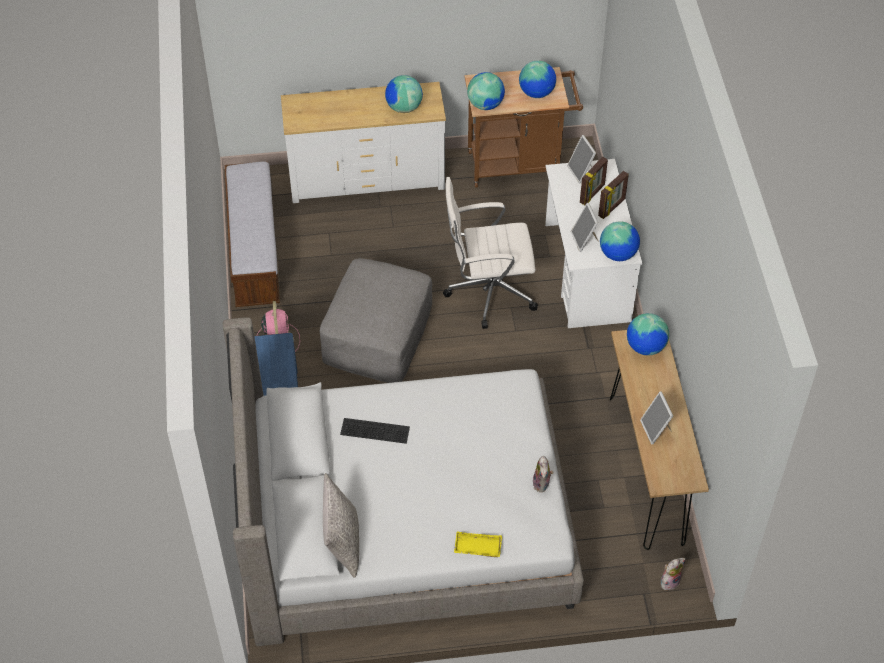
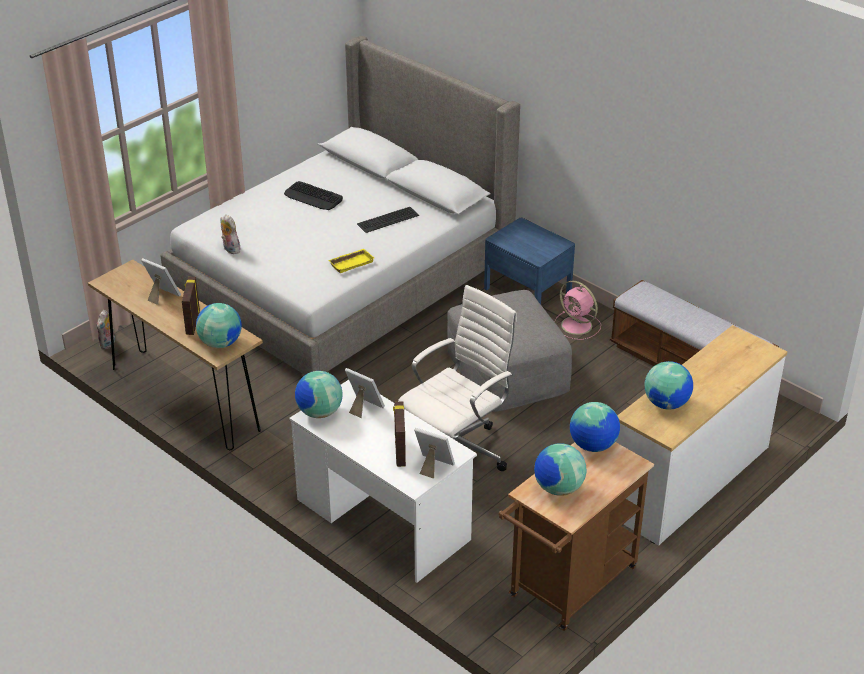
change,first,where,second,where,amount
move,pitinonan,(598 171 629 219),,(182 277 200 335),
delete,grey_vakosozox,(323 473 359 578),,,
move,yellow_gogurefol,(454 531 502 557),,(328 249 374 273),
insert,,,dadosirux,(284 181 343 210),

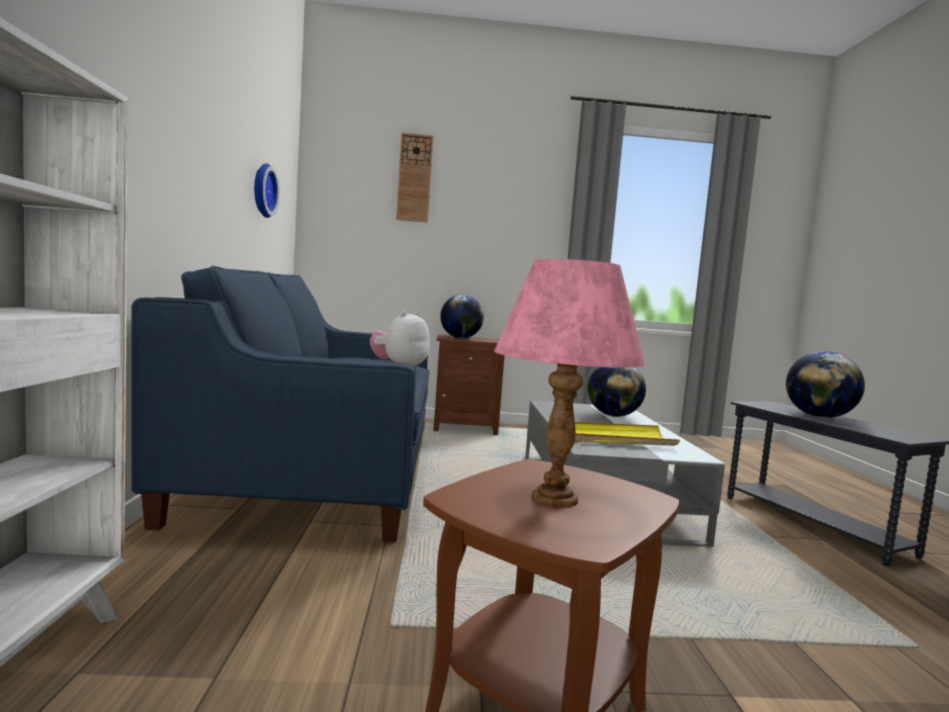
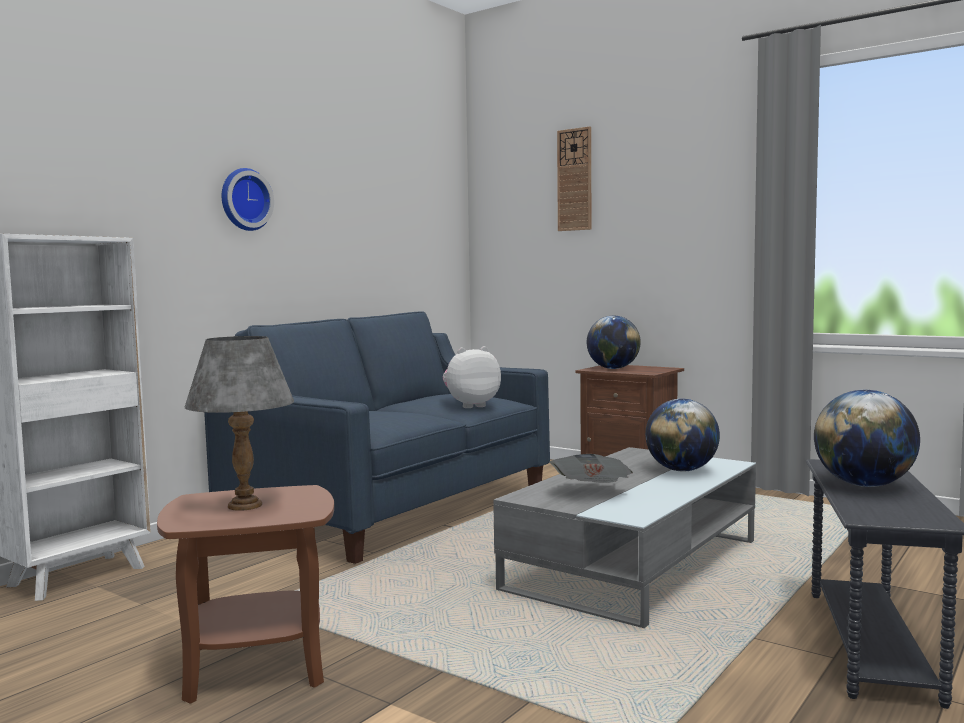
change,first,where,second,where,amount
move,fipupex,(254 163 279 218),,(222 168 274 231),
recolor,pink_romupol,(494 259 645 507),grey_romupol,(185 336 294 511),
replace,yellow_gogurefol,(574 422 680 446),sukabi,(549 454 633 483),

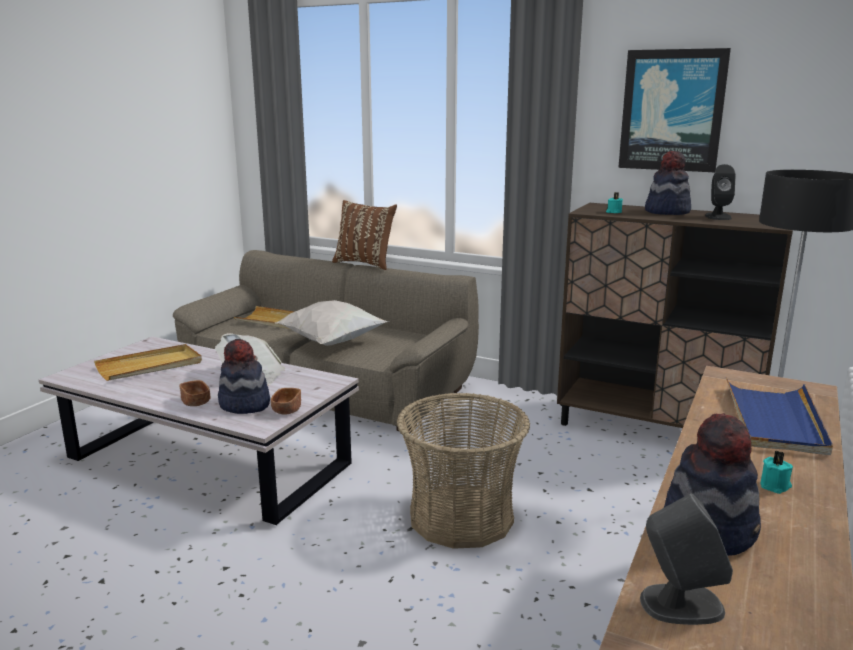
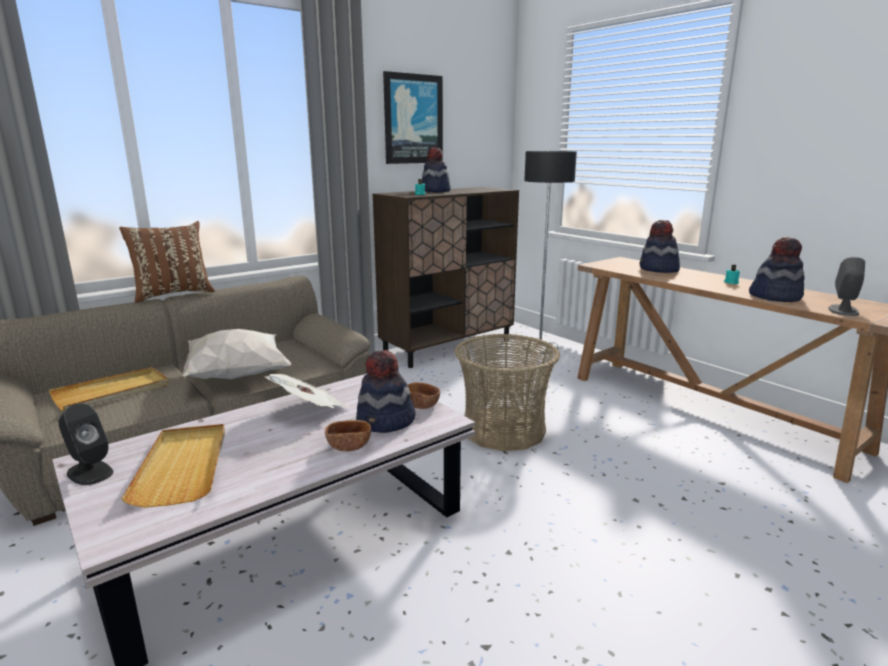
change,first,where,second,where,amount
move,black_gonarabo,(705 164 736 220),,(59 403 113 485),
replace,blue_gogurefol,(726 377 833 455),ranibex,(640 220 680 273),

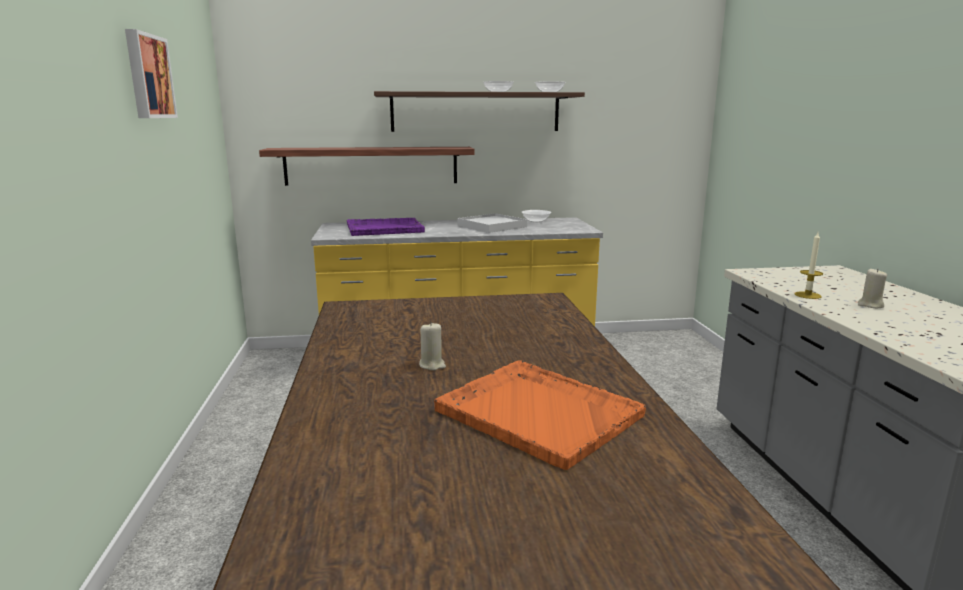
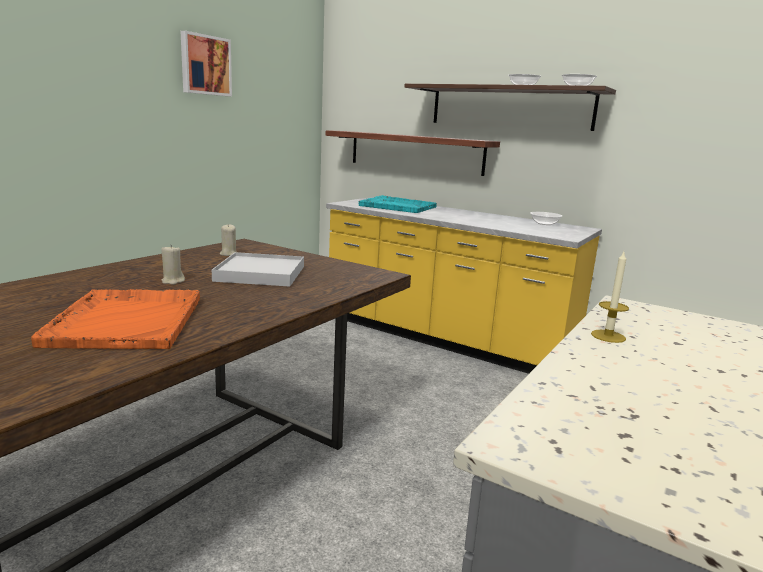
change,first,where,second,where,amount
move,white_gogurefol,(458 213 527 233),,(212 252 304 287),
recolor,purple_gogurefol,(347 218 425 236),turquoise_gogurefol,(358 195 437 213),
move,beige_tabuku,(858 268 887 308),,(220 225 237 256),

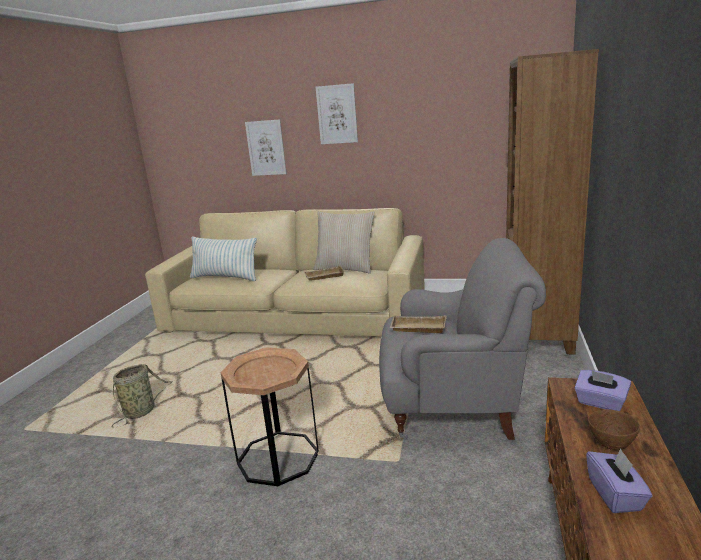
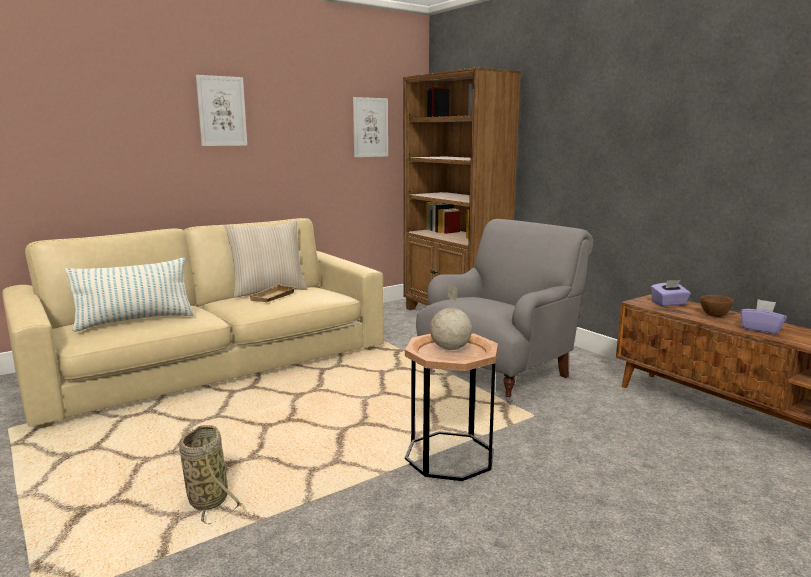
change,first,where,second,where,amount
move,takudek,(245 119 287 176),,(353 97 388 157),
delete,beige_gogurefol,(389 315 447 333),,,
insert,,,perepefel,(430 284 472 350),

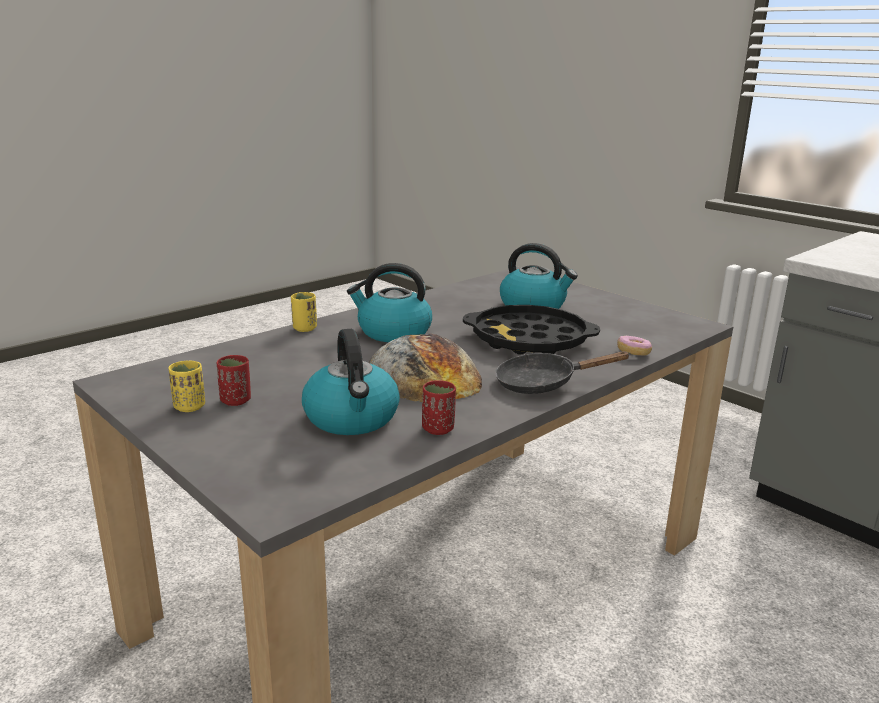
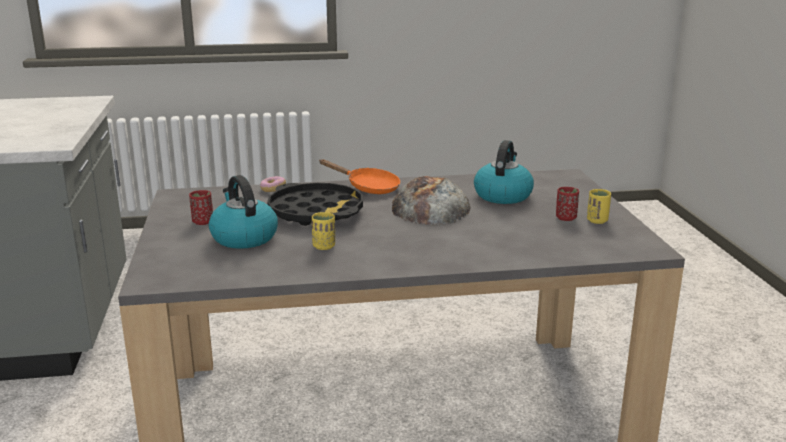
change,first,where,second,where,amount
delete,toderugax,(347 263 432 342),,,
move,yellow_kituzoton,(291 292 317 332),,(312 212 335 250),
recolor,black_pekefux,(495 351 631 394),orange_pekefux,(320 159 400 194),
move,red_kituzoton,(422 380 456 435),,(189 190 213 225),

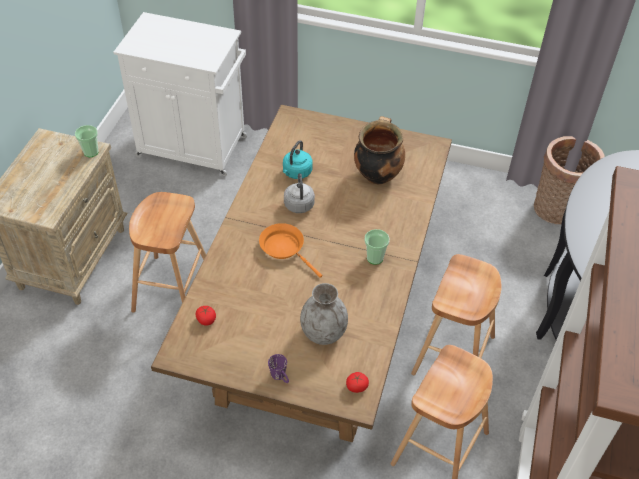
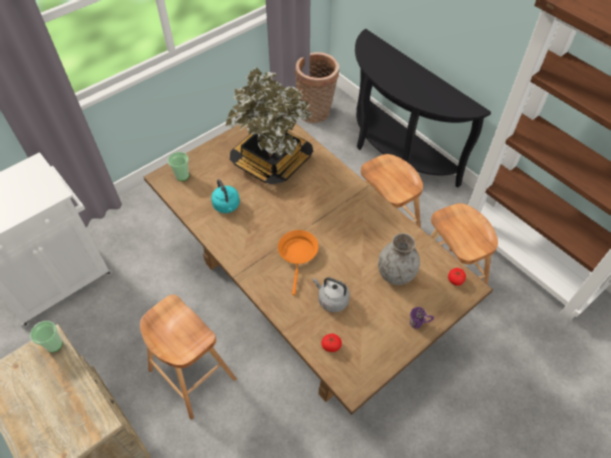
change,first,where,second,where,amount
replace,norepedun,(354 116 405 185),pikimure,(226 67 313 185),
move,grey_toderugax,(284 173 315 213),,(313 277 350 312),
rotate,orange_pekefux,(259 223 322 278),,(278 230 318 295),105 degrees clockwise
move,kituzoton,(364 229 390 265),,(168 152 189 181),

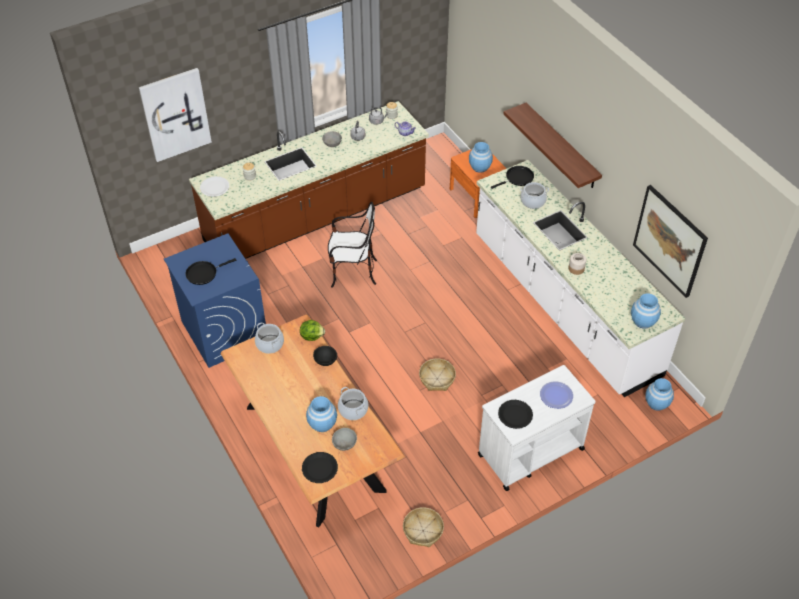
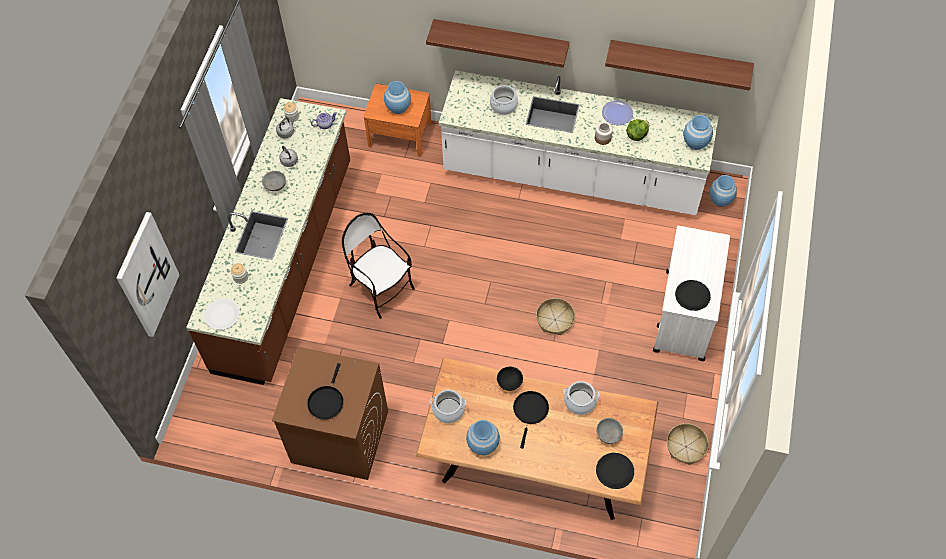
change,first,where,second,where,amount
move,black_pekefux,(491 166 534 189),,(513 391 549 449),
replace,takudek,(633 185 708 298),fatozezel,(605 40 754 91),
rotate,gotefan,(328 202 377 288),,(342 213 415 319),90 degrees counterclockwise
recolor,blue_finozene,(164 233 266 368),brown_finozene,(272 347 388 480),
move,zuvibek,(300 320 325 341),,(626 119 649 141),
move,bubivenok,(540 381 573 409),,(602 100 633 125),
move,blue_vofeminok,(306 396 337 432),,(466 420 500 455),

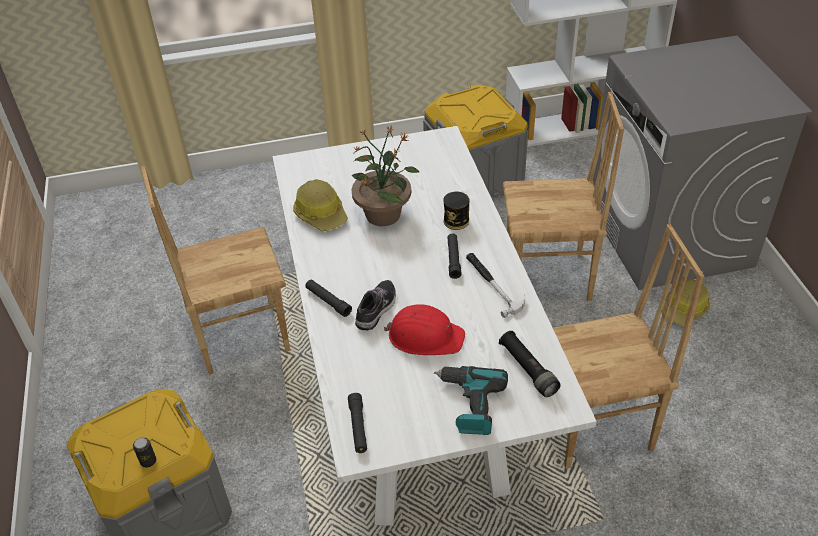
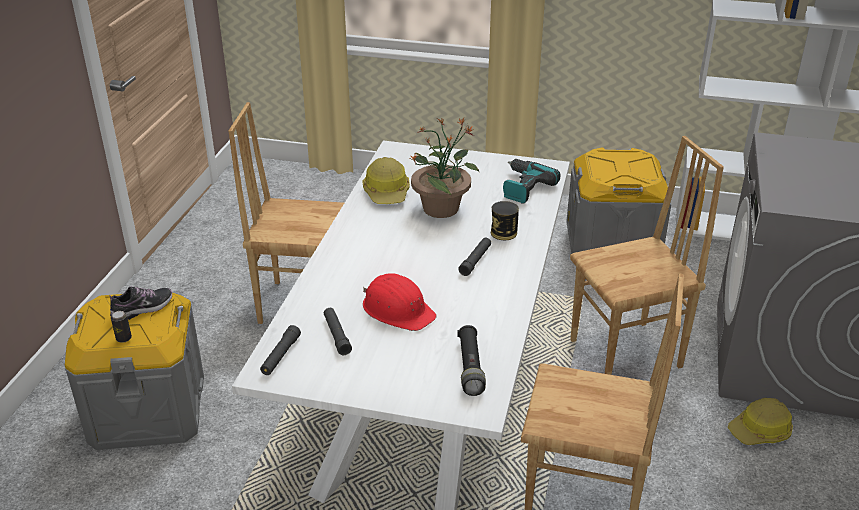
change,first,where,second,where,amount
rotate,brown_gotefan,(503 92 624 301),,(570 136 724 375),45 degrees counterclockwise
delete,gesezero,(466 253 525 318),,,
move,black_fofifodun,(306 280 352 317),,(324 308 352 355),
move,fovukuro,(355 280 396 331),,(110 287 172 320),
move,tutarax,(434 366 508 435),,(503 159 560 203),

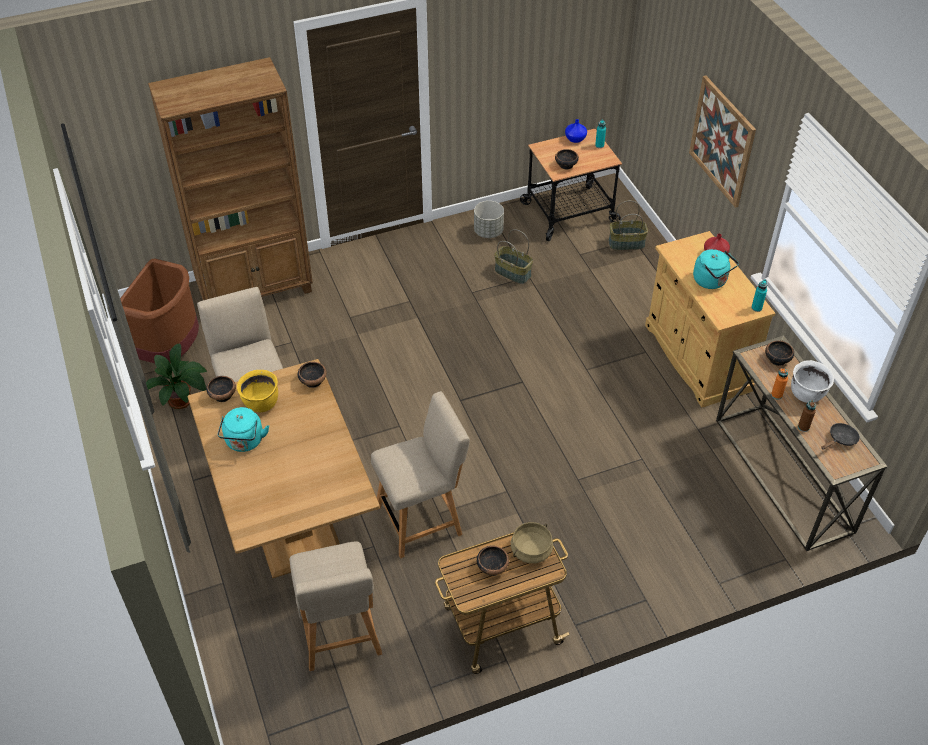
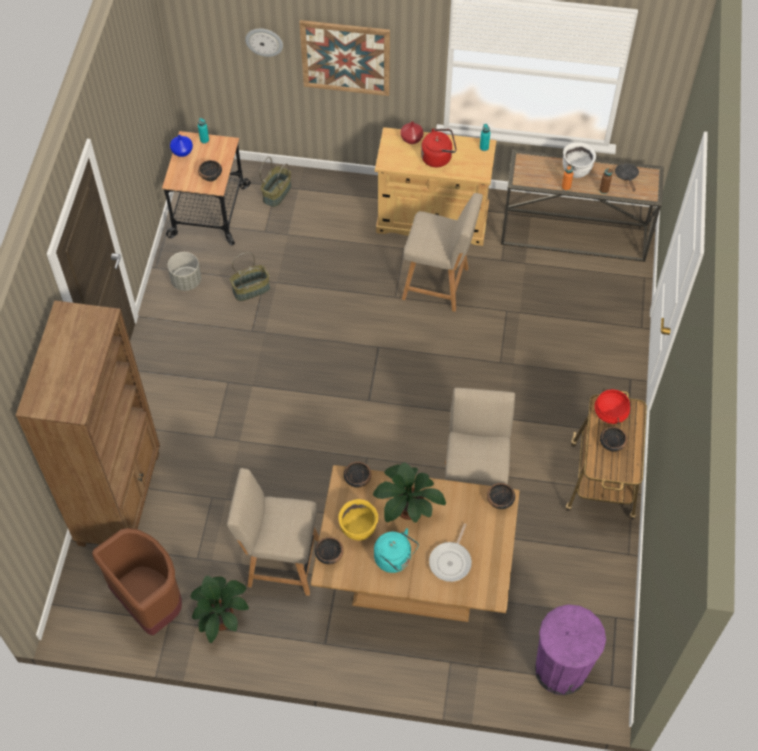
change,first,where,second,where,amount
recolor,turquoise_toderugax,(693 249 739 289),red_toderugax,(421 129 457 167),
move,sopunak,(765 341 794 366),,(487 483 515 509),
recolor,beige_norepedun,(511 522 553 564),red_norepedun,(594 388 630 424),
move,beige_gotefan,(290 542 382 671),,(402 193 483 312),
insert,,,fipupex,(245 29 283 57),
insert,,,pikimure,(373 463 446 523),
insert,,,pekefux,(429 523 472 582),
insert,,,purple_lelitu,(535 605 606 695),

